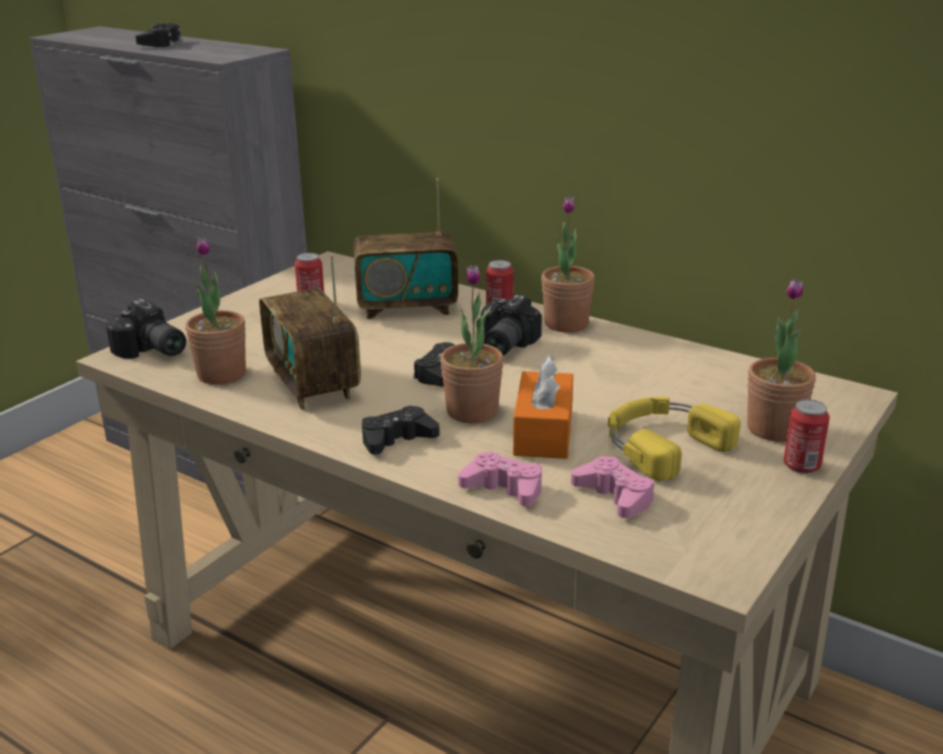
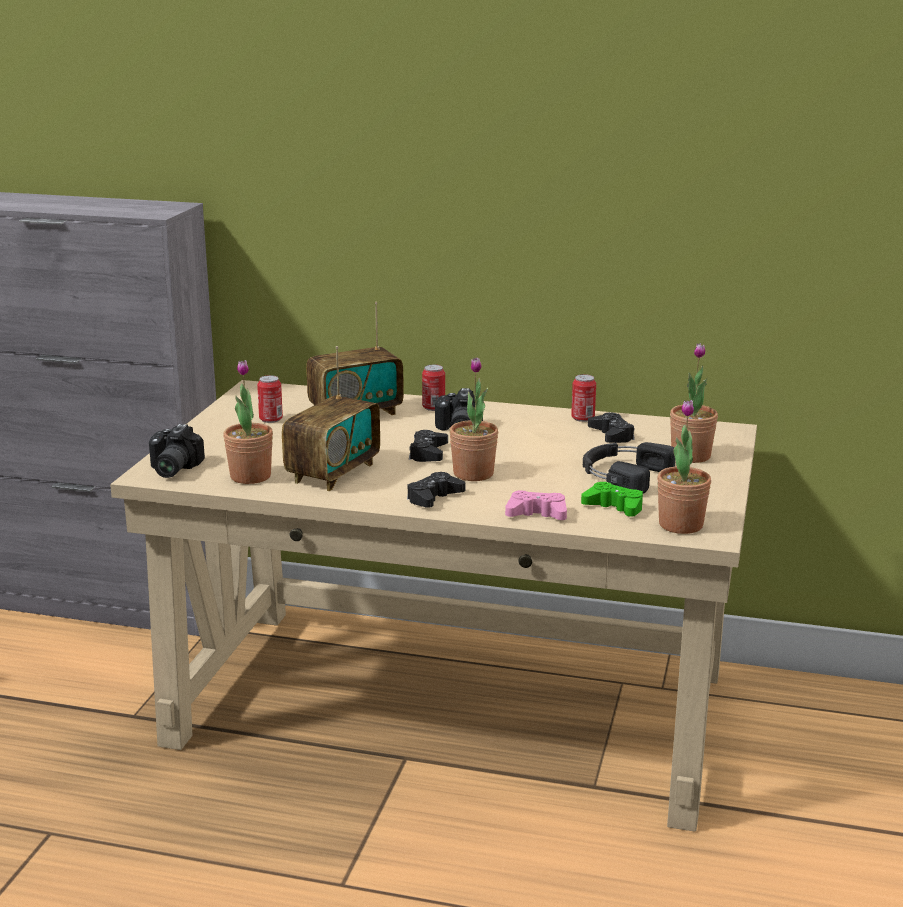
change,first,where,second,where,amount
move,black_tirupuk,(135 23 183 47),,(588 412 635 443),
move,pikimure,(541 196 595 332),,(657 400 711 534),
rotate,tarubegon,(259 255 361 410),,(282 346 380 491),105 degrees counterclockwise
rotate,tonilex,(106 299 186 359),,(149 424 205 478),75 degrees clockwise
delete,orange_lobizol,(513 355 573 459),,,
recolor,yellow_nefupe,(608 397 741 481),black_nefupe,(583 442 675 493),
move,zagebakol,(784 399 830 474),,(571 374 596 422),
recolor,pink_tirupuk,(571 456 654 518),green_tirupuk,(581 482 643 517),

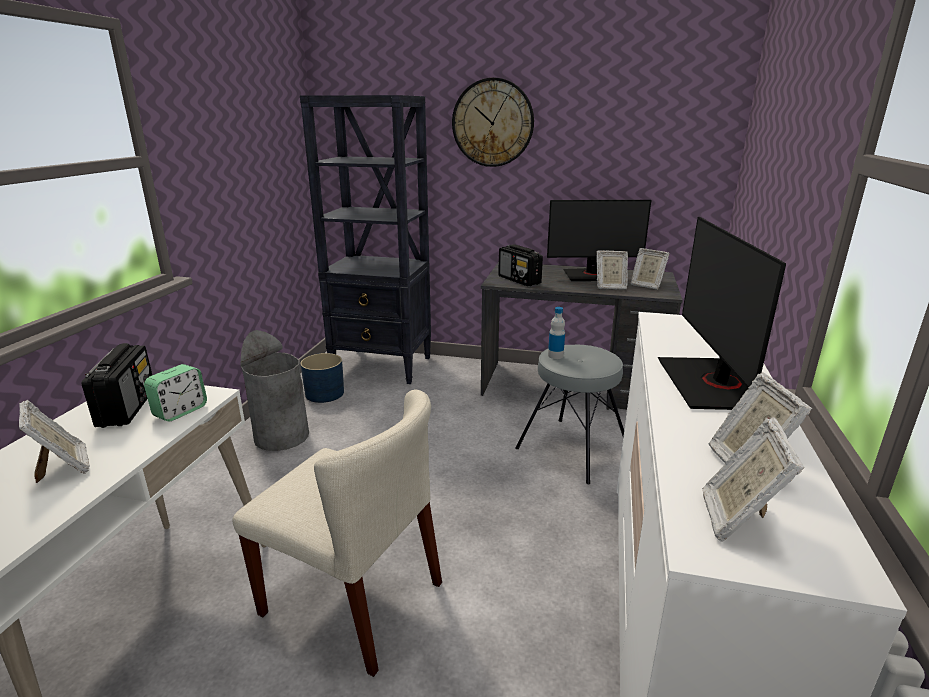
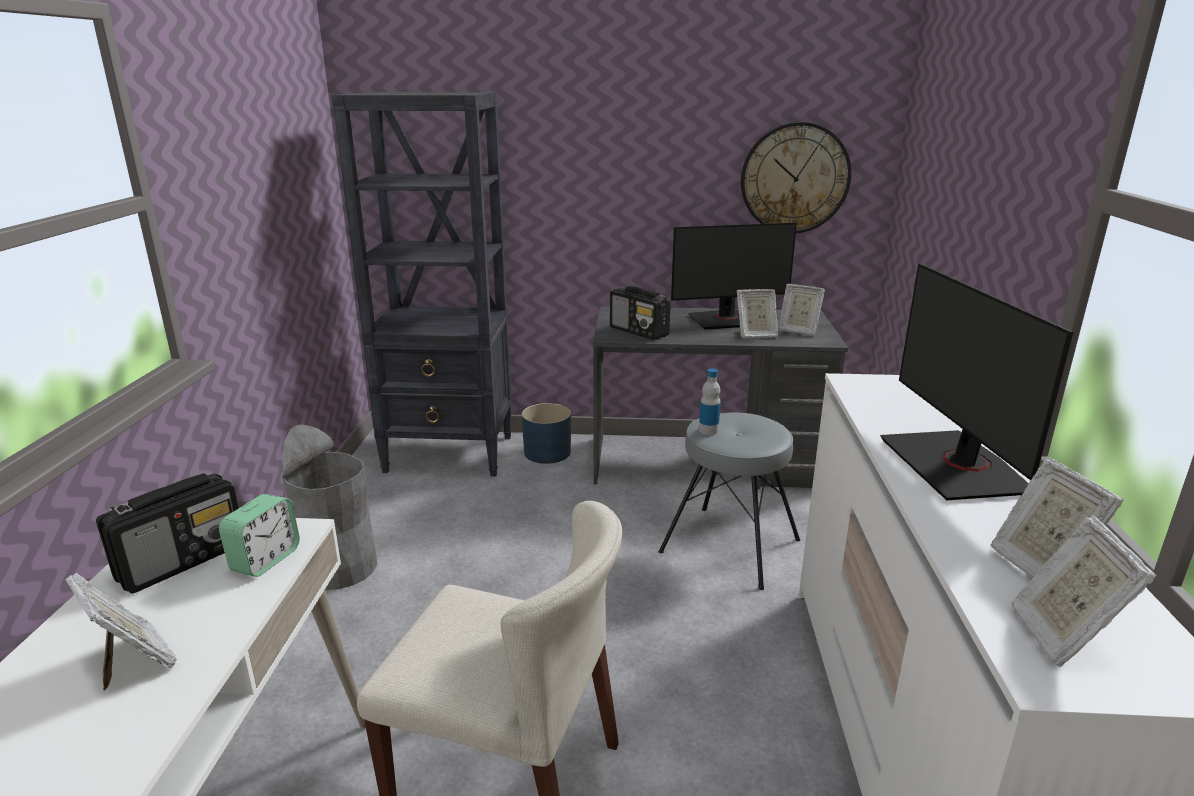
change,first,where,second,where,amount
move,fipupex,(452 77 534 167),,(741 122 851 233),
rotate,tarubegon,(81 343 152 428),,(96 473 239 594),60 degrees clockwise
move,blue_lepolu,(300 353 344 403),,(522 403 571 464),

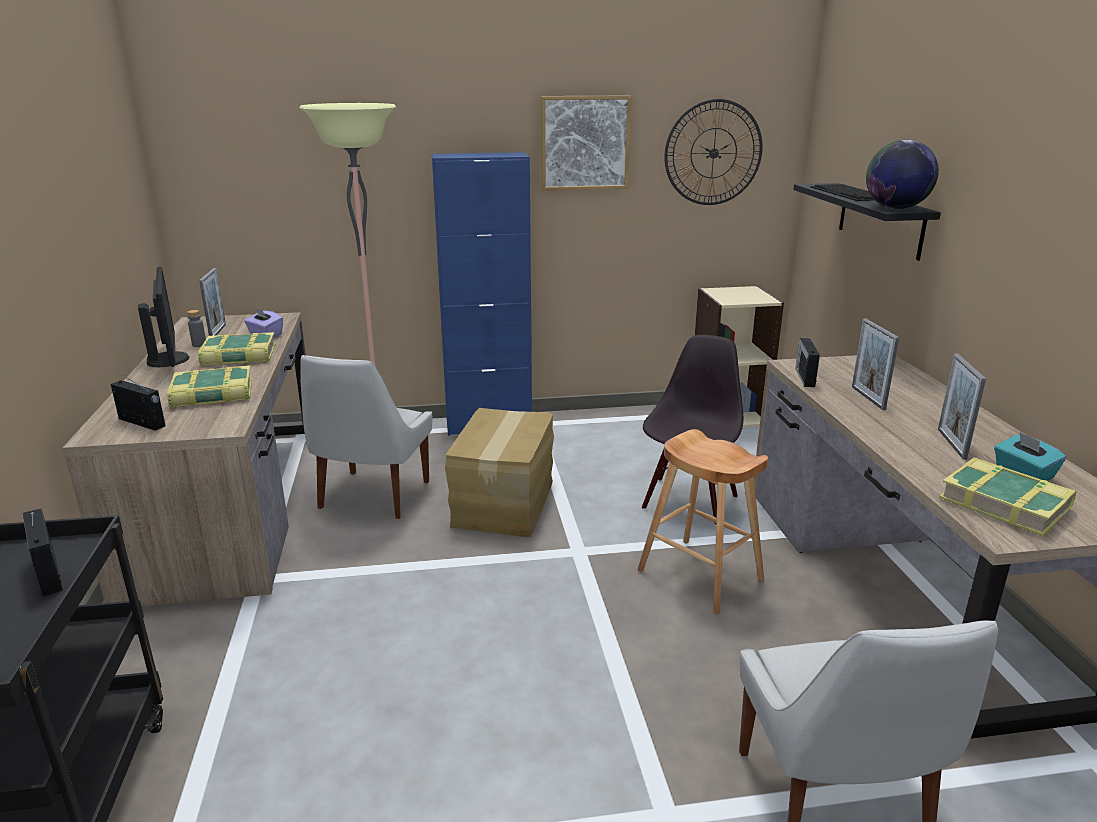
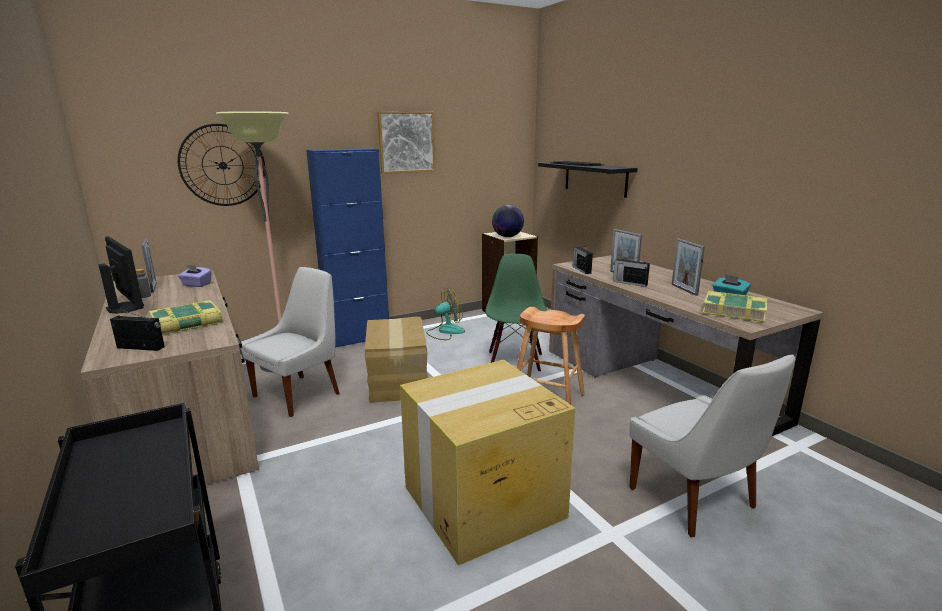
change,first,where,second,where,amount
move,fipupex,(664 99 763 205),,(178 124 265 206),
move,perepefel,(866 140 939 209),,(492 205 524 237),
delete,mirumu,(198 332 276 365),,,
recolor,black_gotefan,(642 335 743 526),green_gotefan,(485 254 547 372),
rotate,white_gotefan,(300 355 432 519),,(241 267 340 417),135 degrees counterclockwise
move,tarubegon,(22 508 63 596),,(613 257 650 287),
insert,,,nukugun,(426 288 465 340),
insert,,,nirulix,(400 360 575 566),

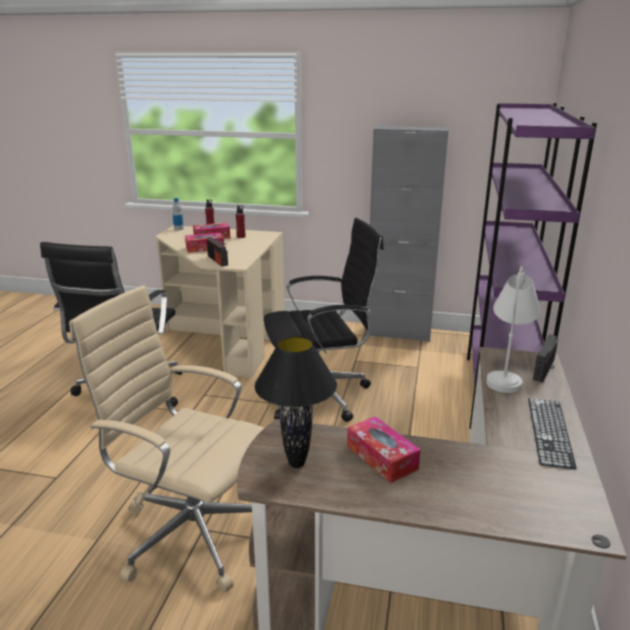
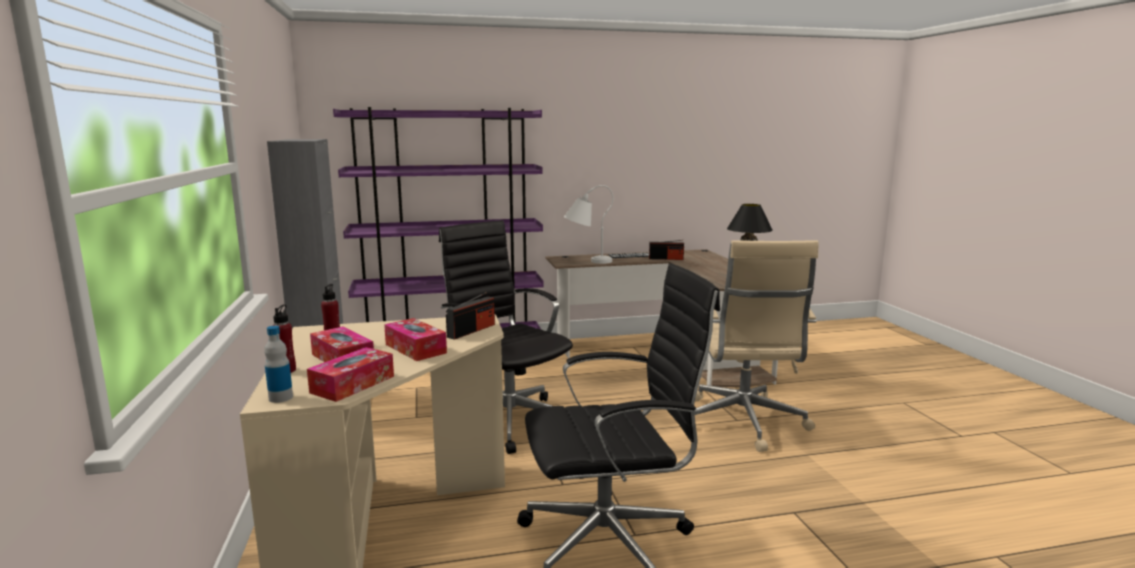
change,first,where,second,where,amount
move,tarubegon,(533 334 558 382),,(649 240 684 260),
move,lobizol,(347 416 421 483),,(307 347 394 402),

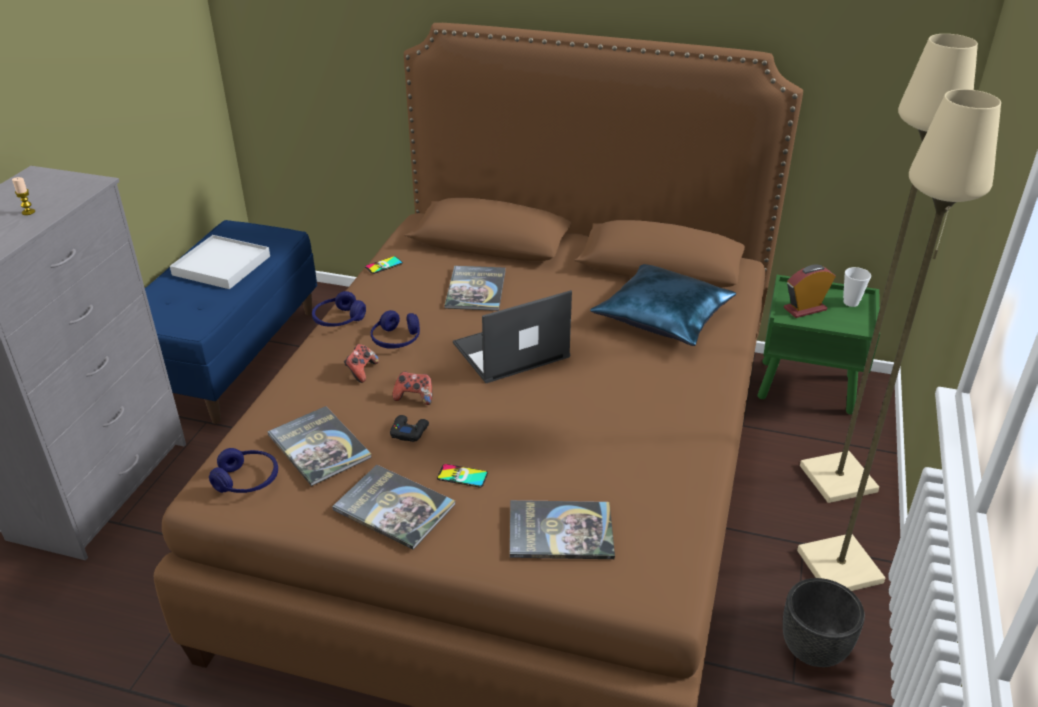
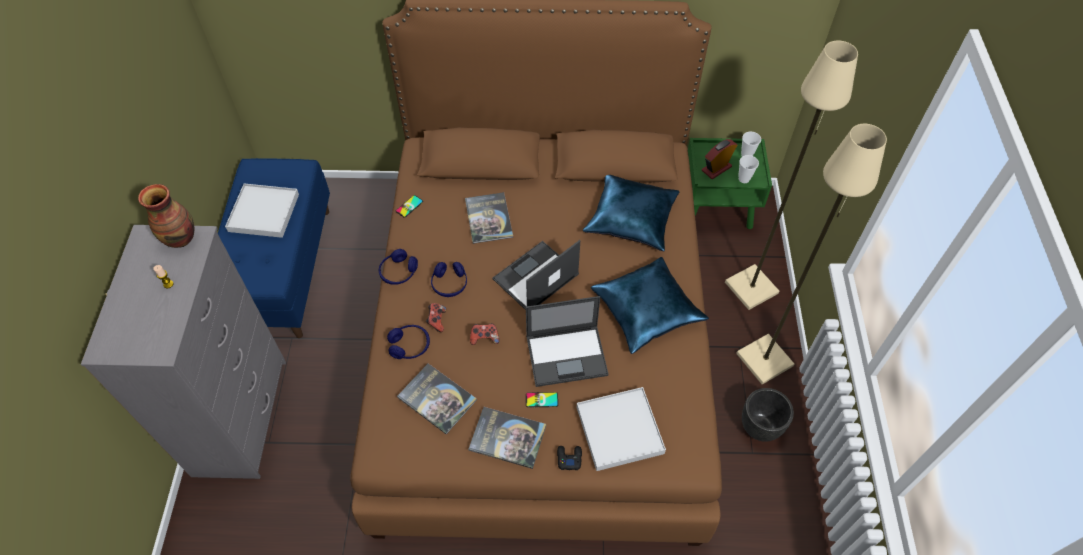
change,first,where,second,where,amount
move,black_tirupuk,(390 415 429 442),,(557 446 582 470),
move,blue_nefupe,(209 448 278 493),,(387 325 430 359),
replace,mirumu,(510 500 615 559),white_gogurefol,(577 387 666 471),
insert,,,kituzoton,(738 155 759 183),
insert,,,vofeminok,(138 184 194 248),
insert,,,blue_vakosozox,(591 257 709 354),
insert,,,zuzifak,(526 296 609 387),

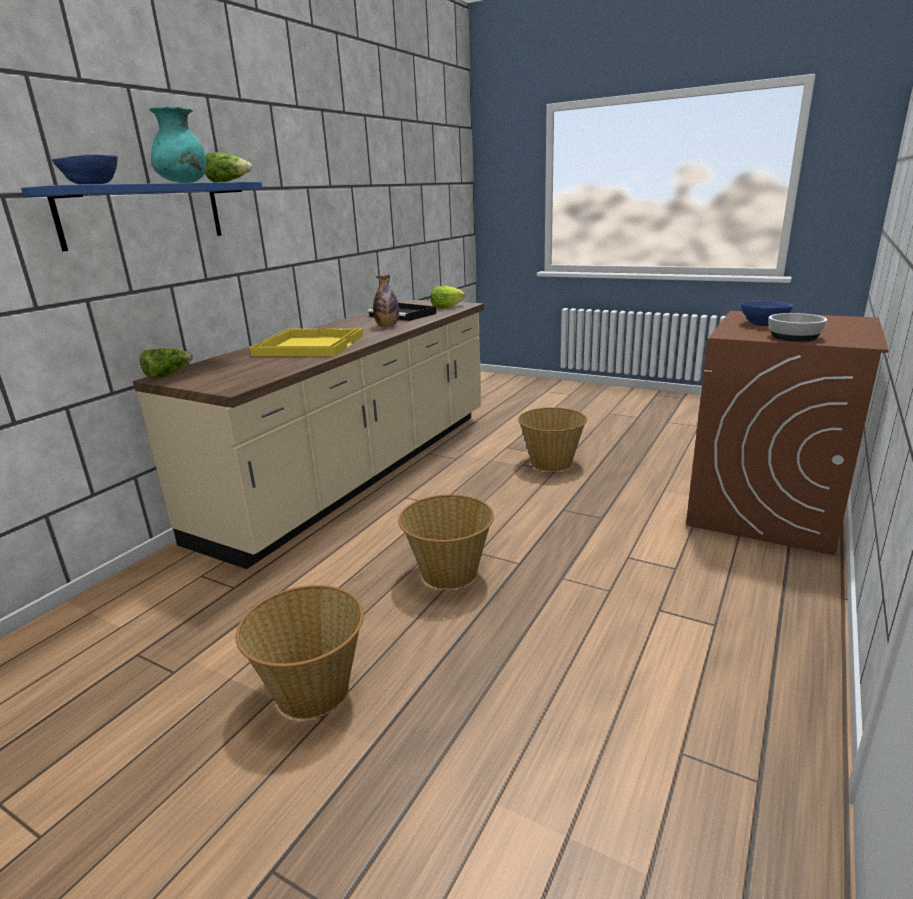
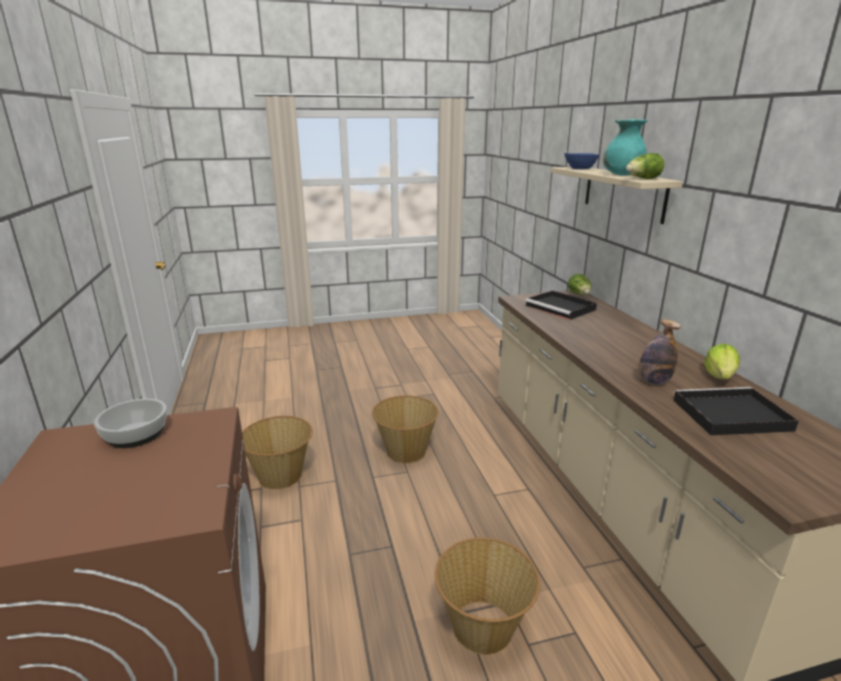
change,first,where,second,where,amount
recolor,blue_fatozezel,(21 182 262 251),beige_fatozezel,(550 167 683 224),
move,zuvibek,(430 286 465 308),,(704 343 740 380),
delete,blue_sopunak,(741 301 794 326),,,
delete,yellow_gogurefol,(250 328 363 356),,,
move,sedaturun,(236 585 364 719),,(242 416 313 490),
insert,,,black_gogurefol,(525 291 597 320),

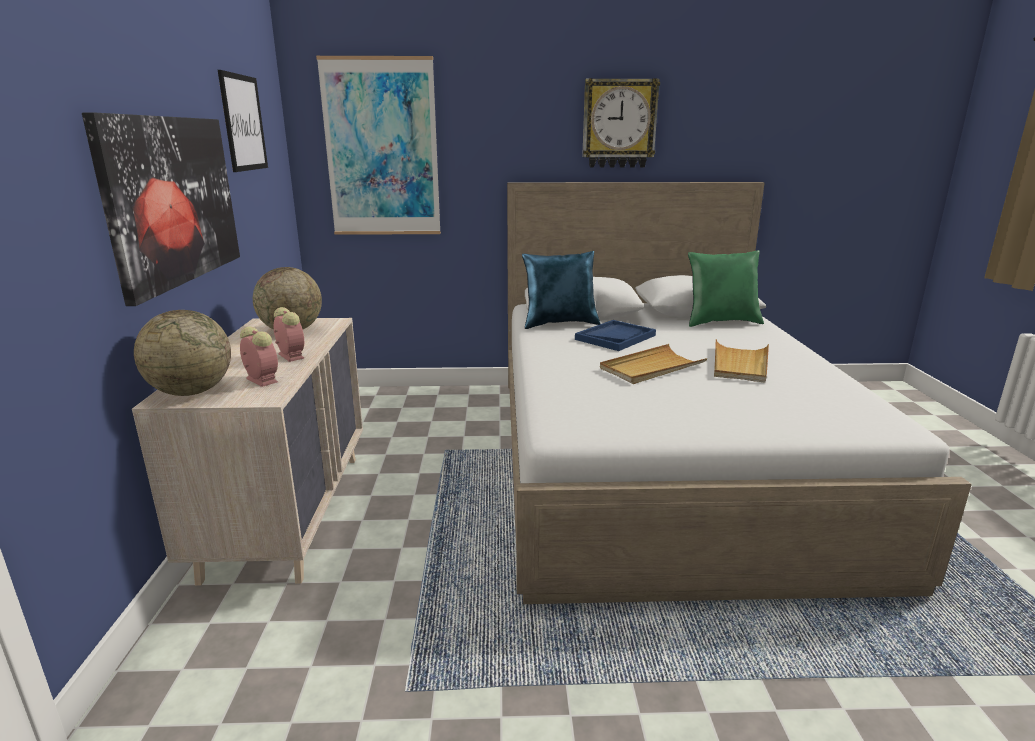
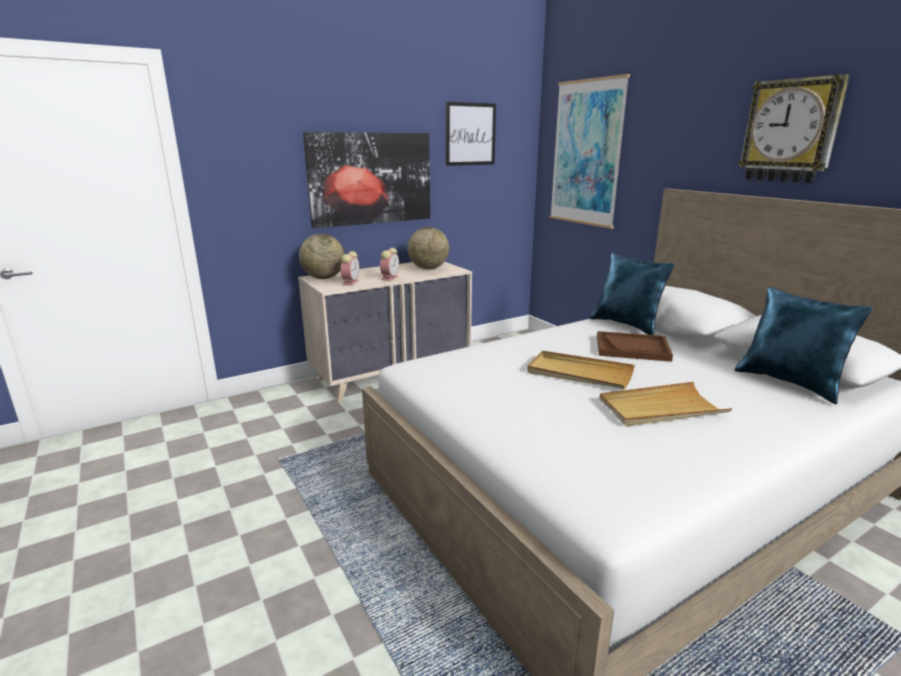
change,first,where,second,where,amount
recolor,green_vakosozox,(688 250 764 327),blue_vakosozox,(734 287 873 404),
recolor,blue_gogurefol,(575 320 656 351),brown_gogurefol,(597 331 673 362),

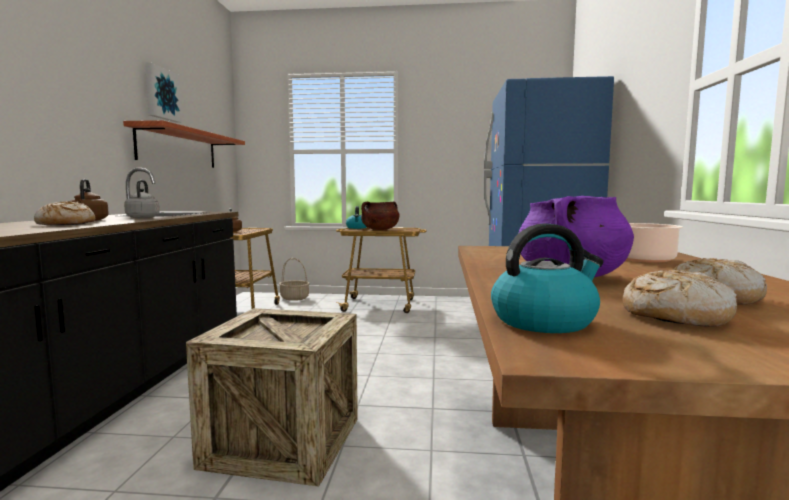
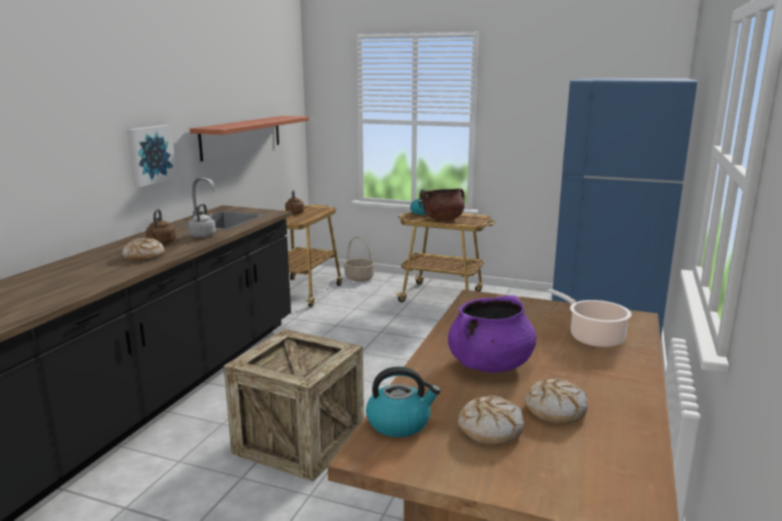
change,first,where,second,where,amount
move,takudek,(145 63 182 123),,(127 125 177 187),

